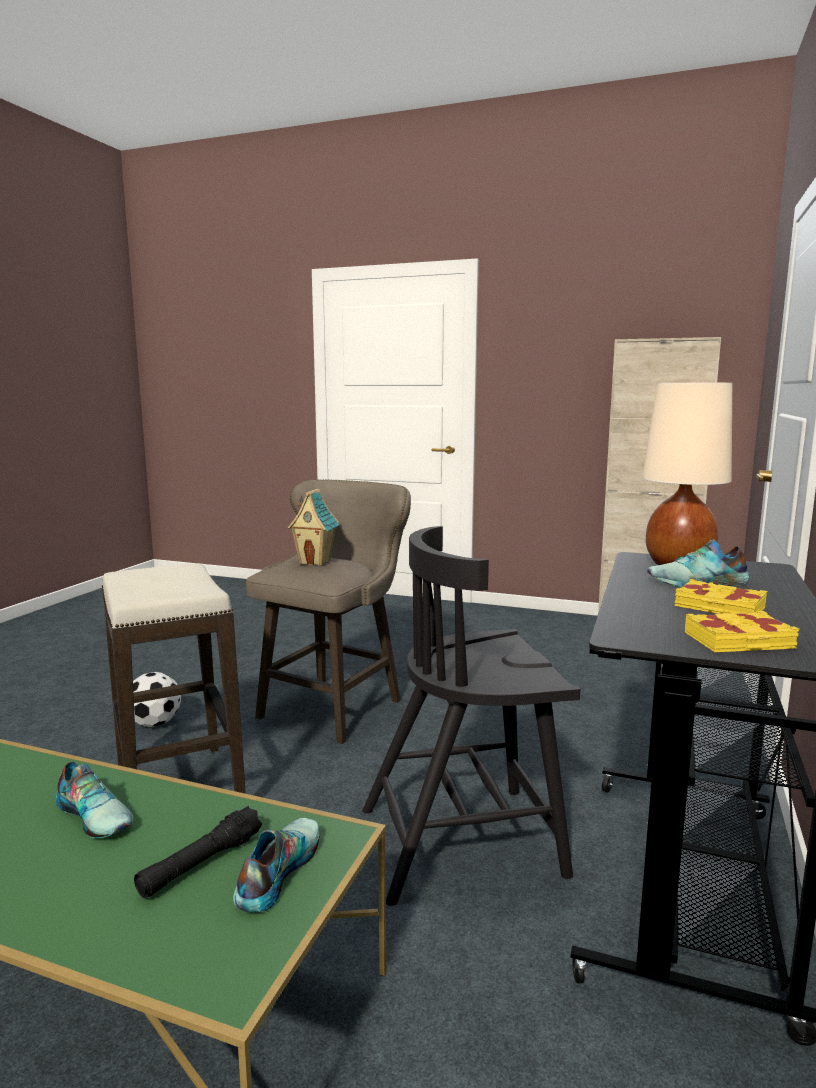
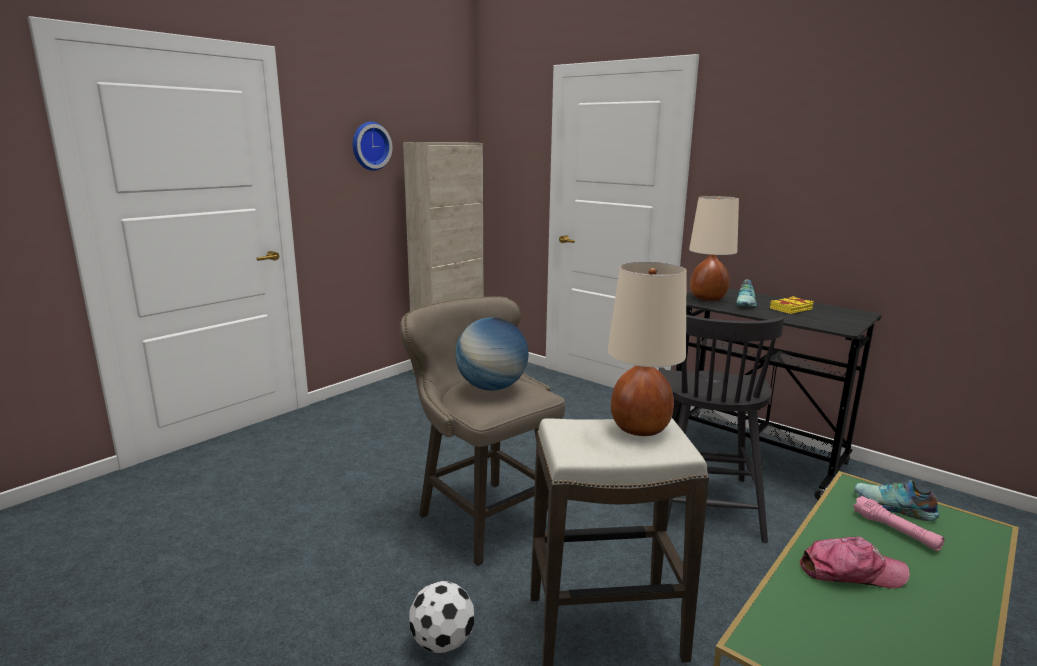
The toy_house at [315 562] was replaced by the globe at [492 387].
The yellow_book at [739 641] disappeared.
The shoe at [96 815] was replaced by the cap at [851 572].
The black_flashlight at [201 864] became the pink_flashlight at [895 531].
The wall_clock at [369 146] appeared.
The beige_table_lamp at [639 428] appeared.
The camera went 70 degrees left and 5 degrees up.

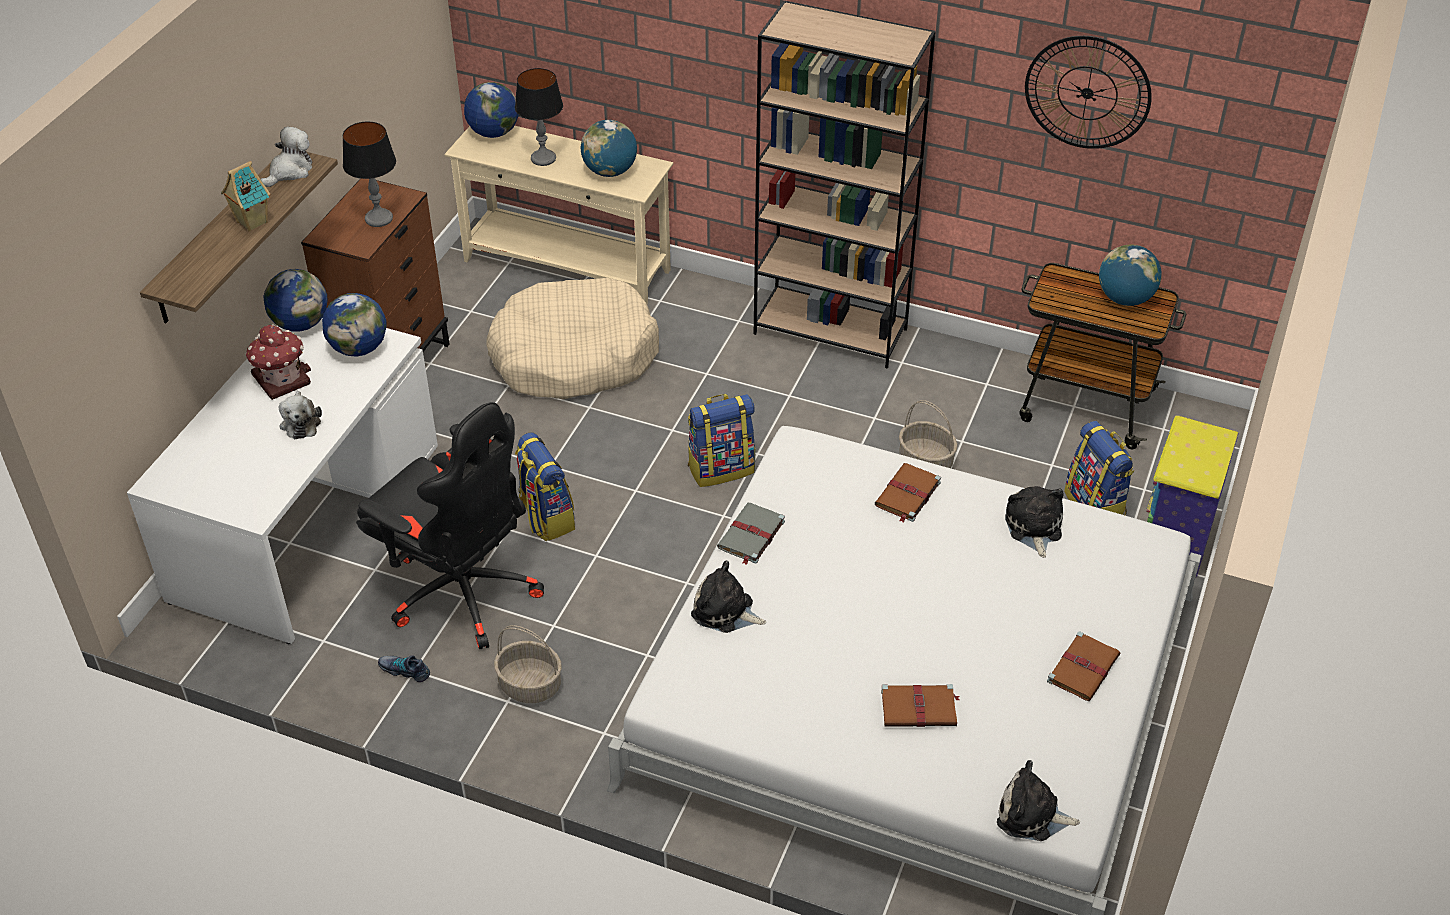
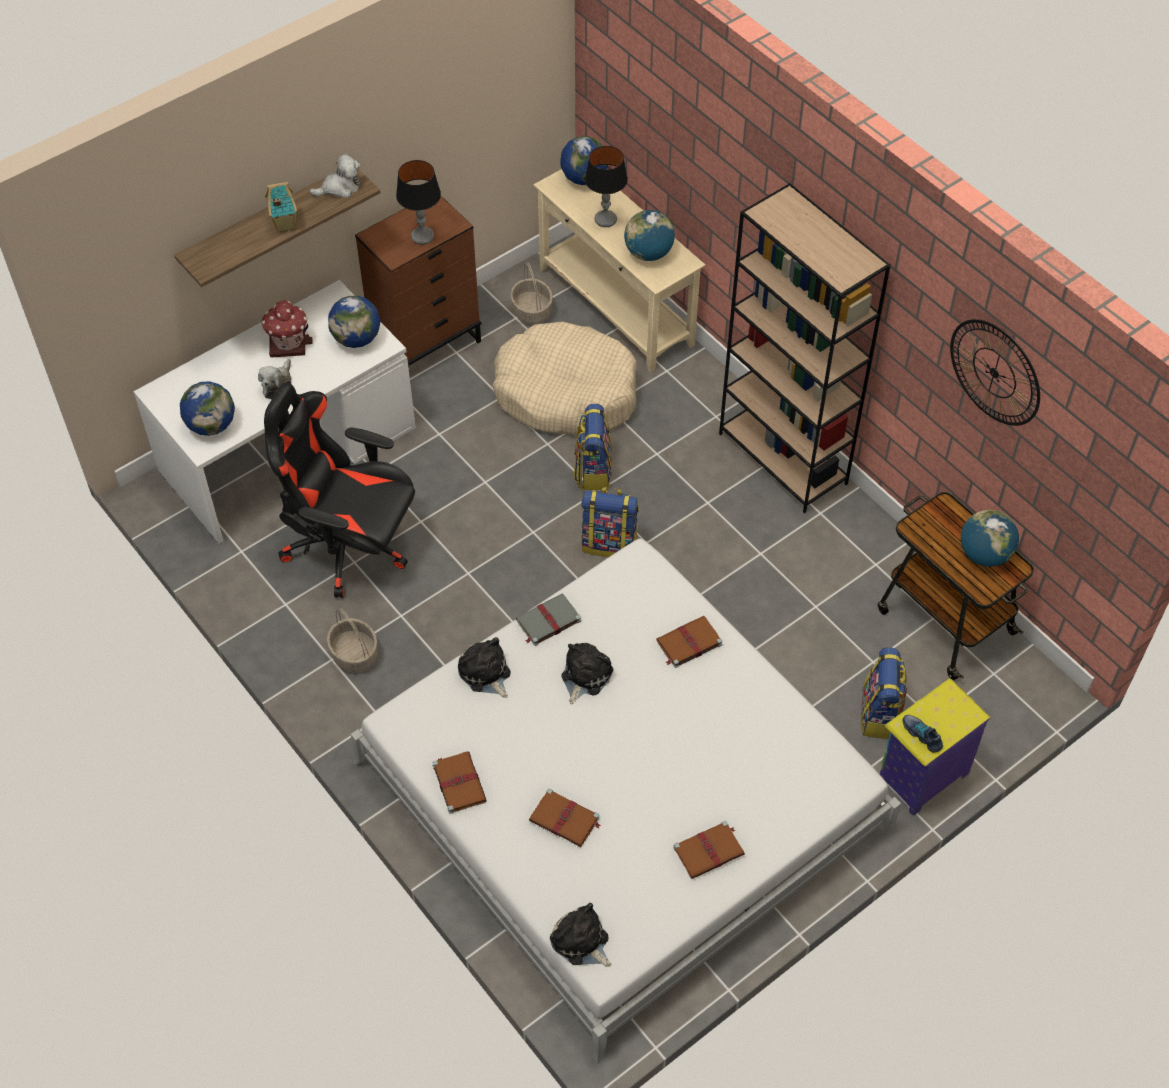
The globe moved from [300 324] to [211 425].
The basket moved from [926 461] to [532 312].
The black_office_chair at [454 586] turned 135 degrees clockwise.
The backpack moved from [545 517] to [592 470].
The plush_toy moved from [1033 528] to [584 676].
The shoe moved from [405 670] to [922 735].
The brown_book at [458 782] appeared.
The camera went 30 degrees right and 10 degrees up.

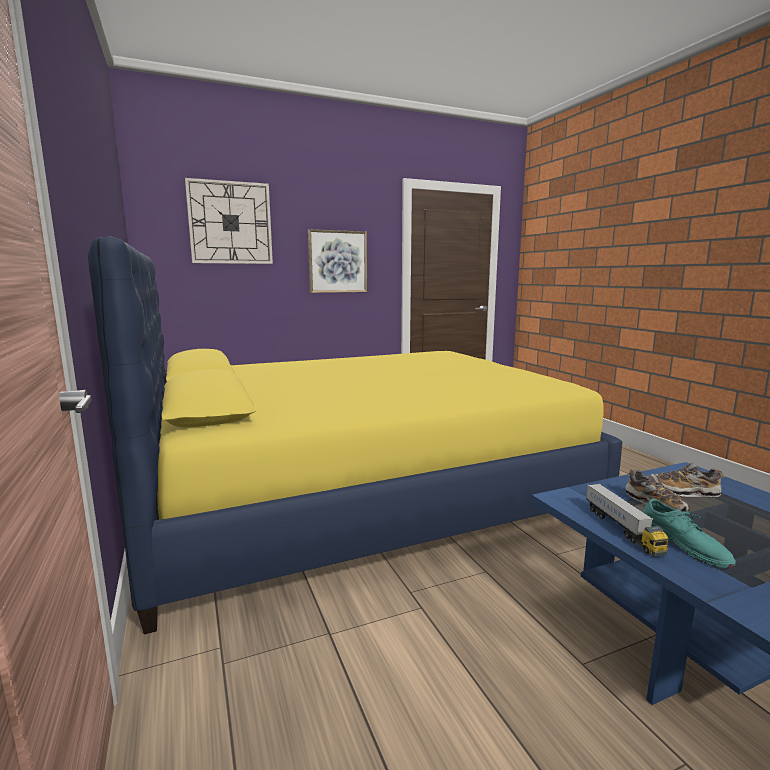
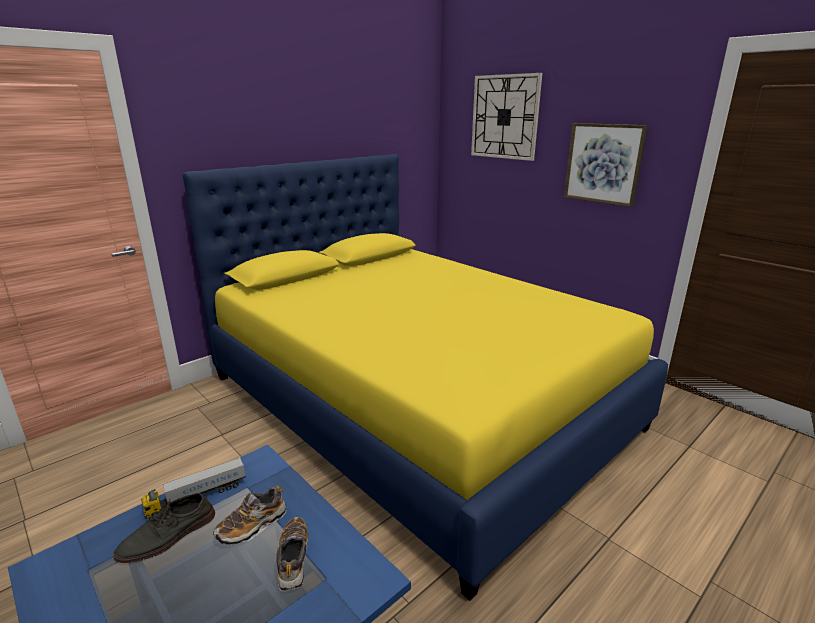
The turquoise_shoe at [684 543] became the grey_shoe at [168 536].
The camera went 70 degrees right and 10 degrees up.

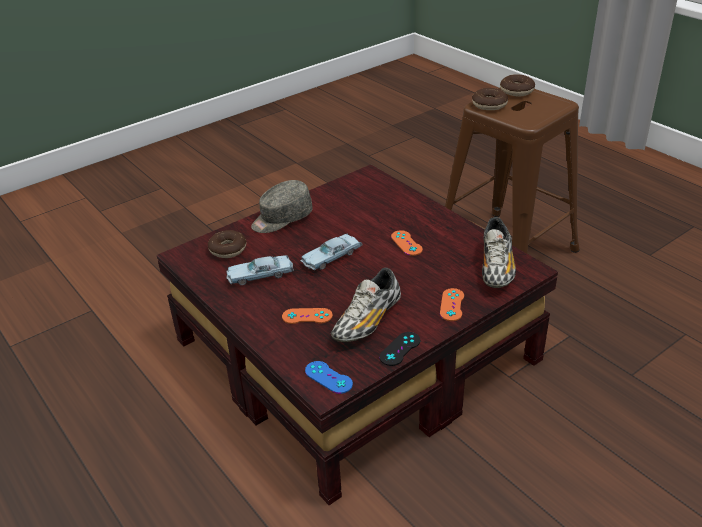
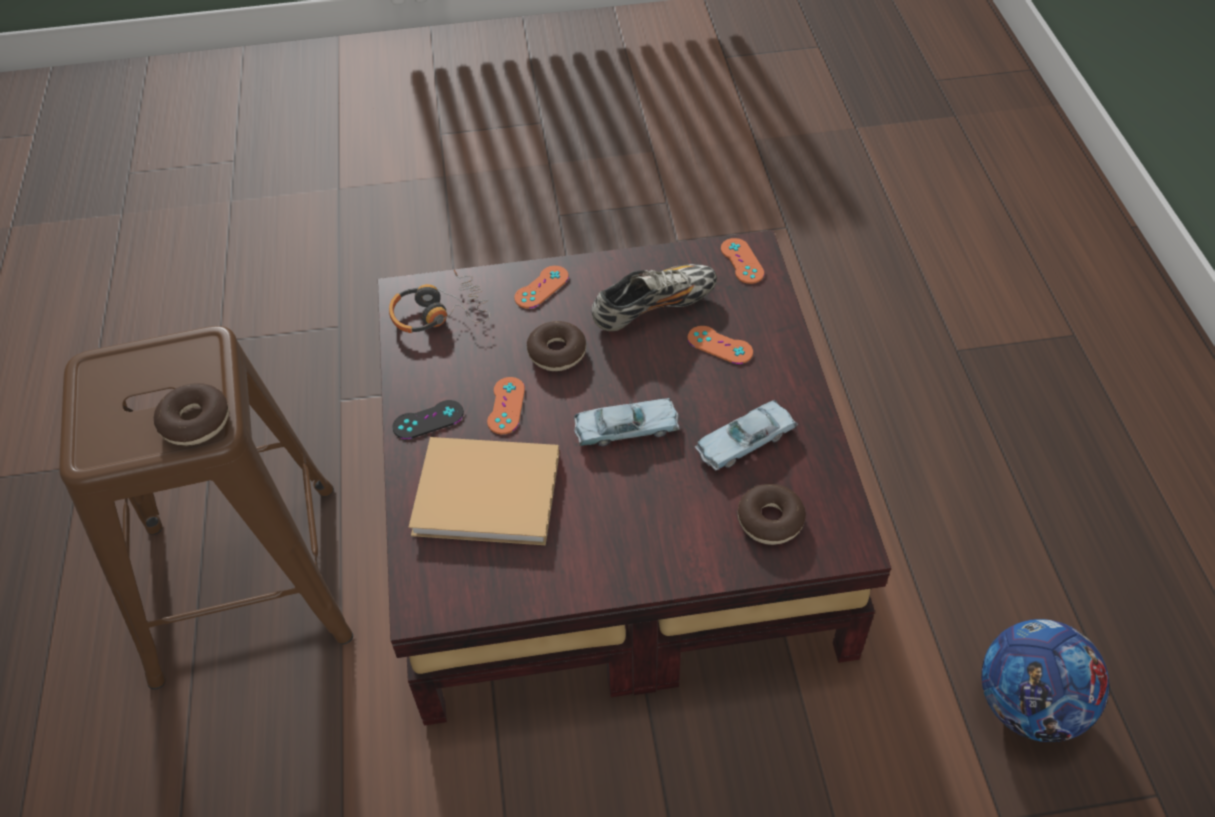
The donut moved from [516 91] to [557 352].
The grey_cap at [281 219] disappeared.
The shoe at [496 268] was replaced by the headphones at [439 313].
The blue_toy_car at [260 275] turned 135 degrees clockwise.
The black_game_controller moved from [400 349] to [428 420].
The blue_game_controller at [328 377] became the orange_game_controller at [742 261].
The beige_book at [491 494] appeared.
The football at [1028 705] appeared.
The camera went 150 degrees left and 15 degrees up.

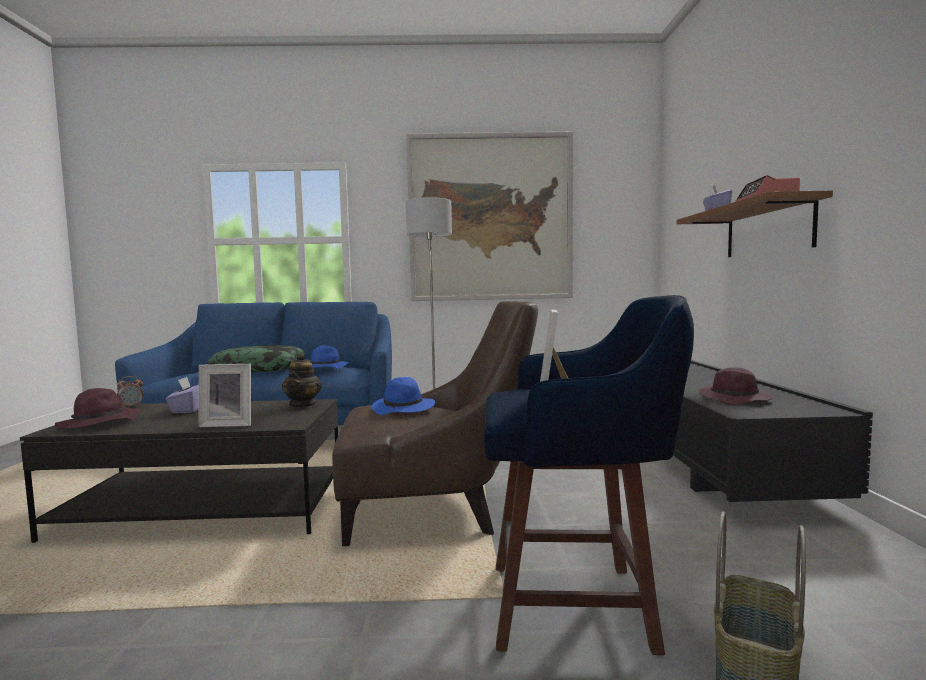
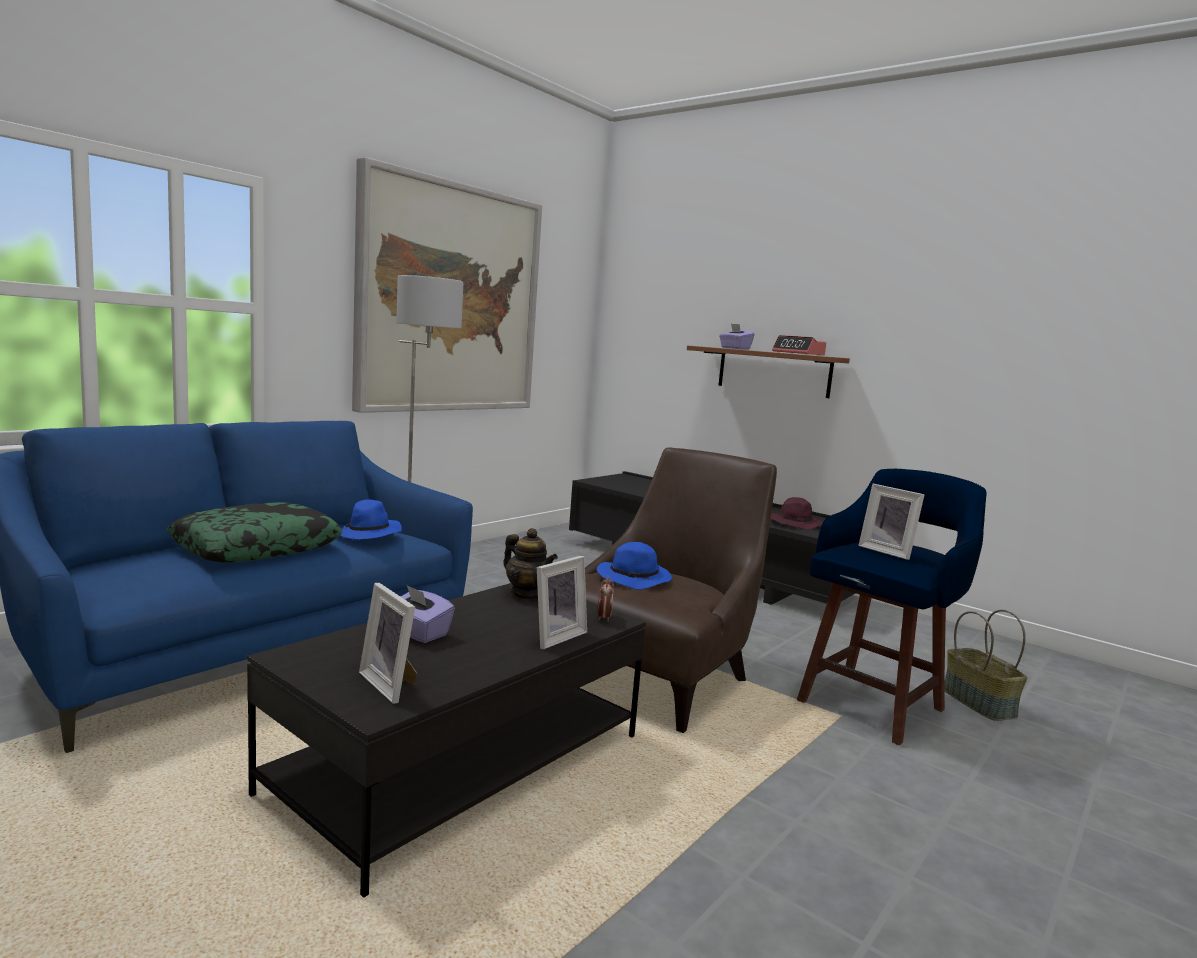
The alarm_clock moved from [131 406] to [604 618].
The purple_hat at [99 423] was replaced by the picture_frame at [392 684].
The camera went 50 degrees left and 5 degrees up.

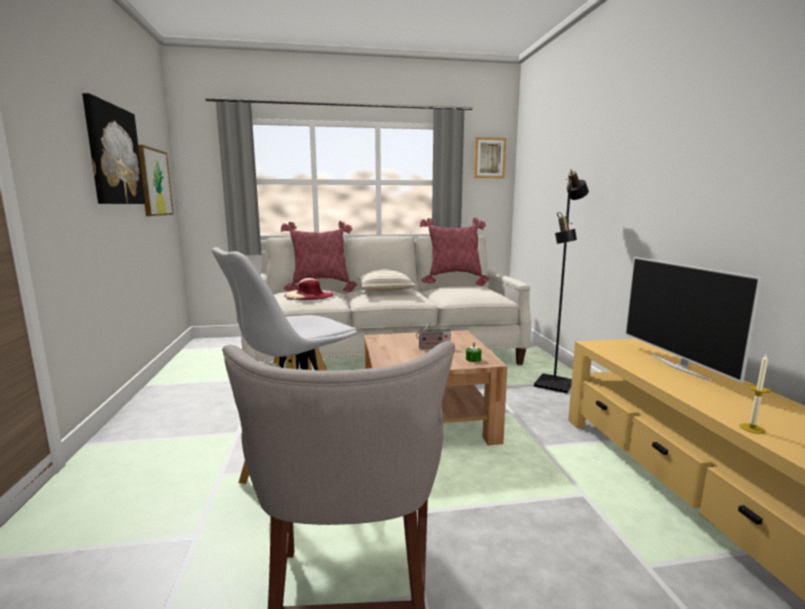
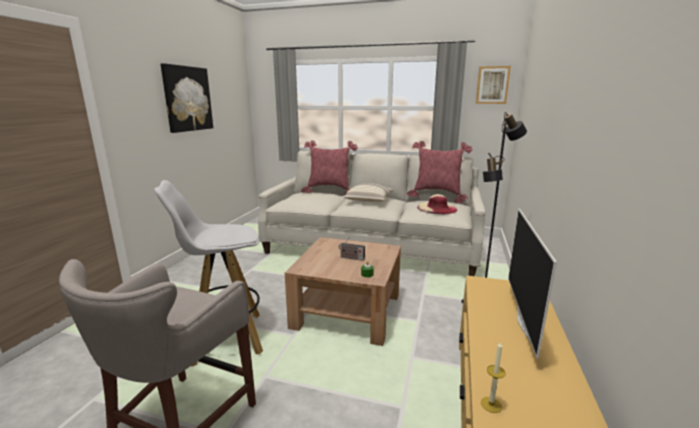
The picture at [154 182] disappeared.
The beige_hat moved from [309 295] to [437 208].
The camera went 25 degrees right and 5 degrees up.

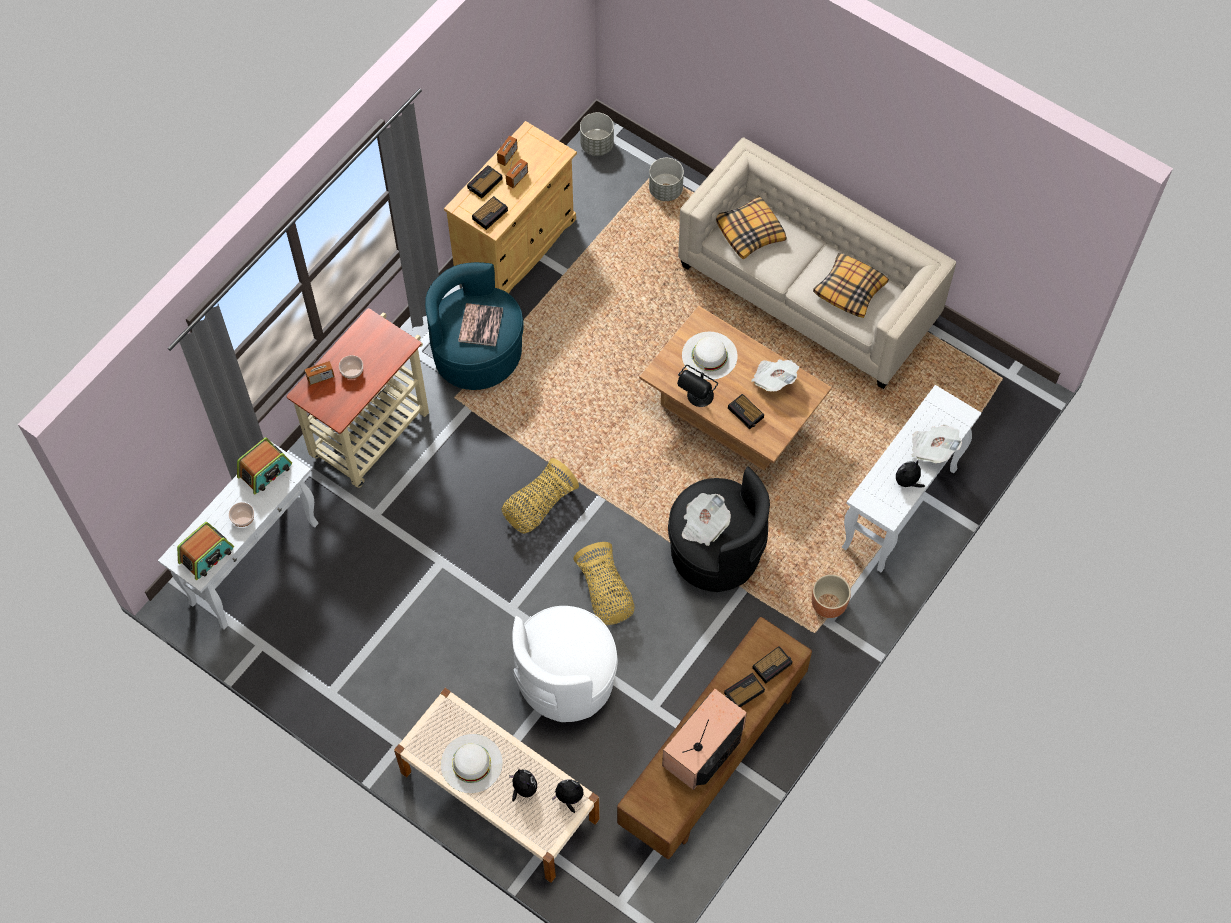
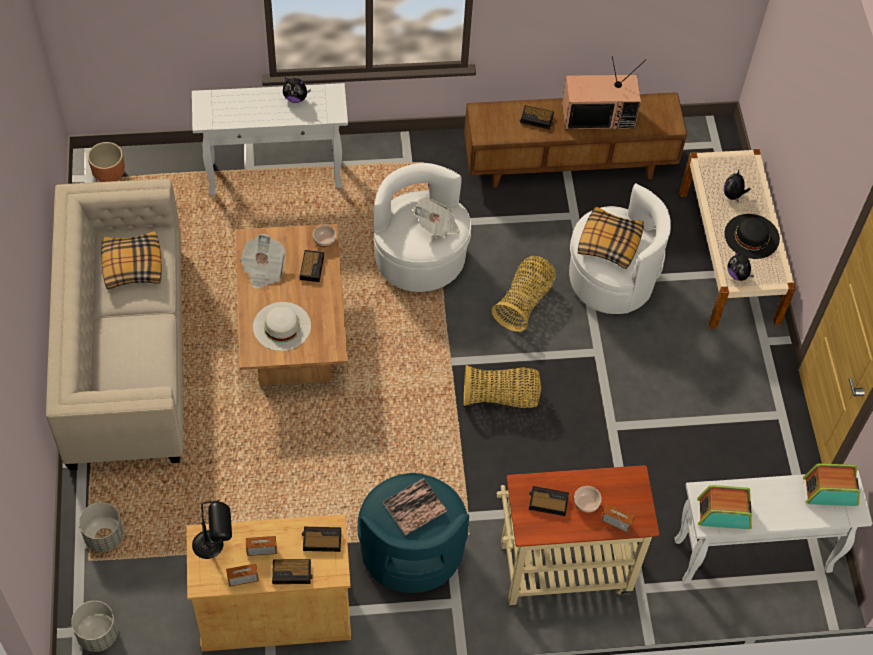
The pillow moved from [750 232] to [609 242].
The black_table_lamp moved from [698 400] to [214 543].
The newspaper at [932 449] disappeared.
The black_armchair at [715 551] became the white_armchair at [421 259].
The bowl moved from [243 519] to [325 240].
The brown_planter moved from [829 605] to [109 173].
The alarm_clock moved from [772 665] to [547 502].
The white_hat at [471 763] became the black_hat at [751 236].
The plush_toy moved from [569 798] to [738 274].
The camera went 135 degrees left and 5 degrees down.

